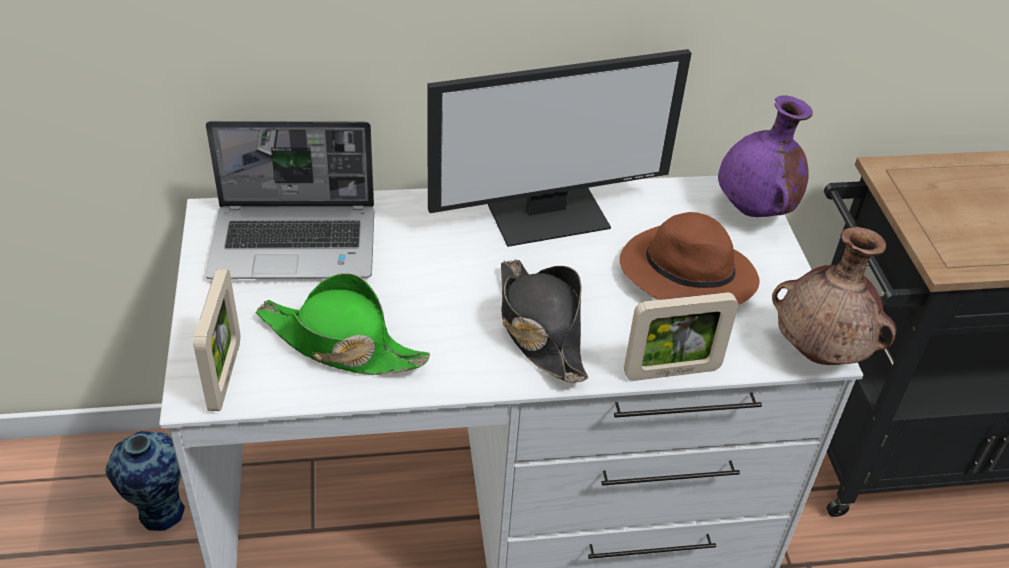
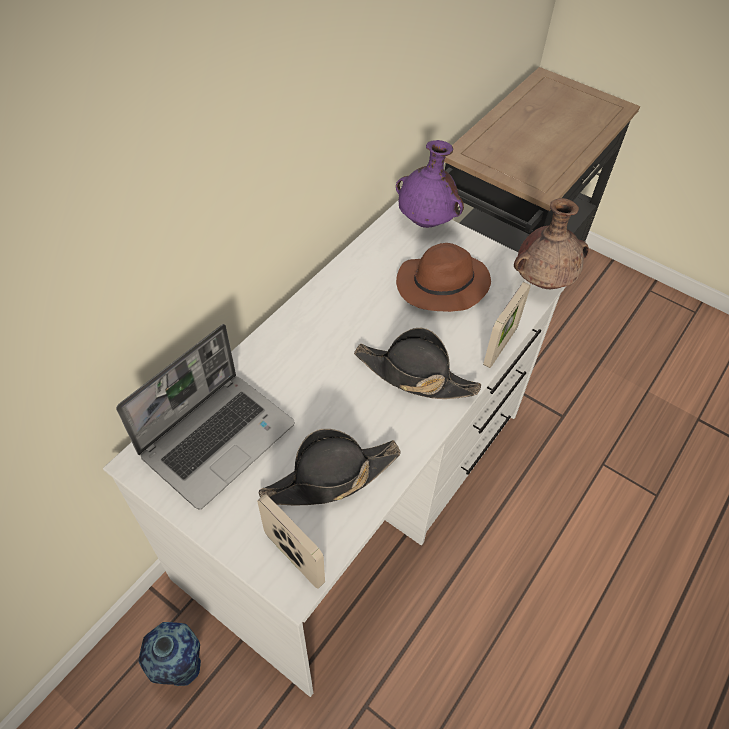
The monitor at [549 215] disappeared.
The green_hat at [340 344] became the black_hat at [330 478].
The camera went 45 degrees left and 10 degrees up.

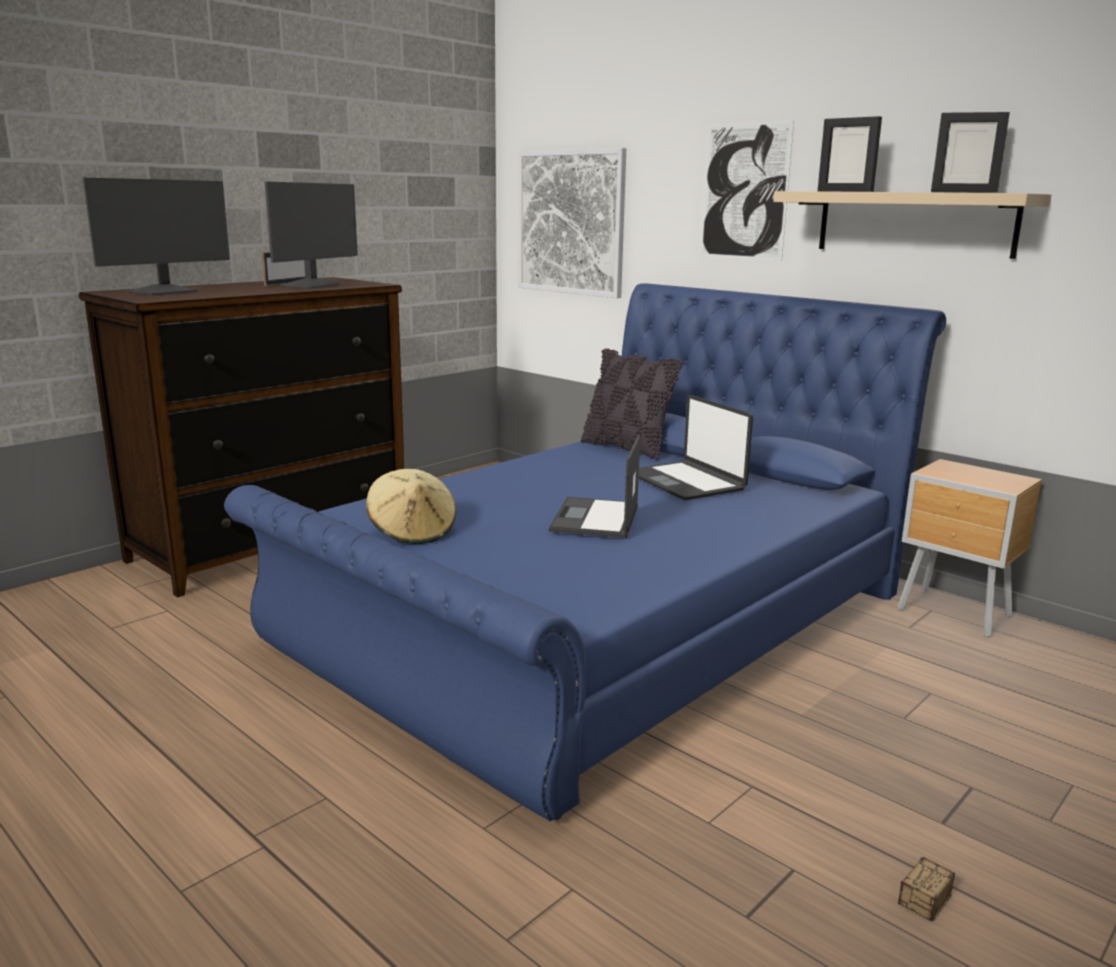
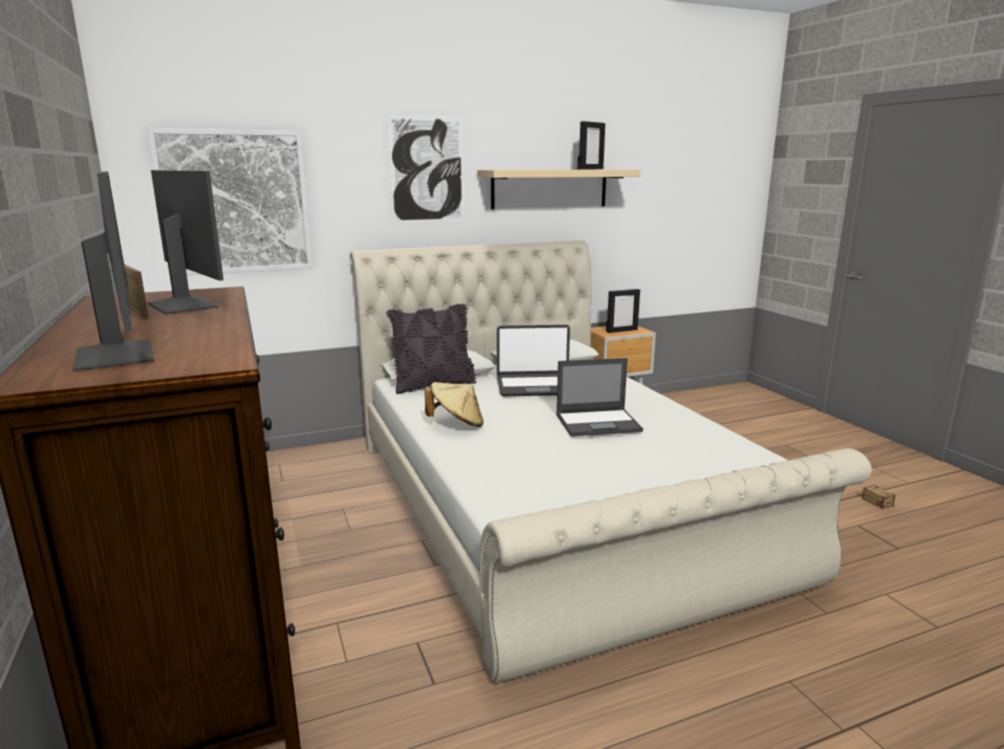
The picture_frame moved from [845 191] to [621 330].
The blue_bed at [603 615] became the beige_bed at [551 502].
The laptop at [595 519] turned 45 degrees counterclockwise.
The beige_hat moved from [412 532] to [457 424].
The camera went 65 degrees left and 0 degrees up.

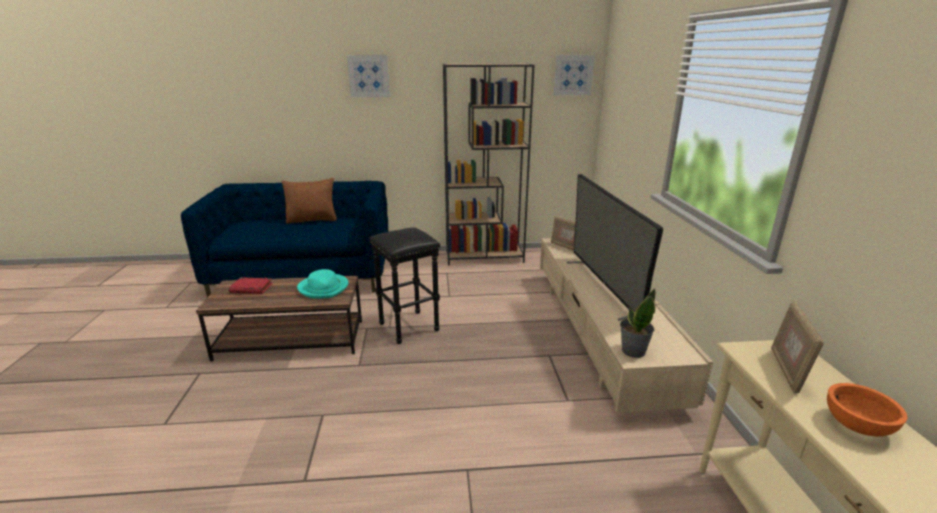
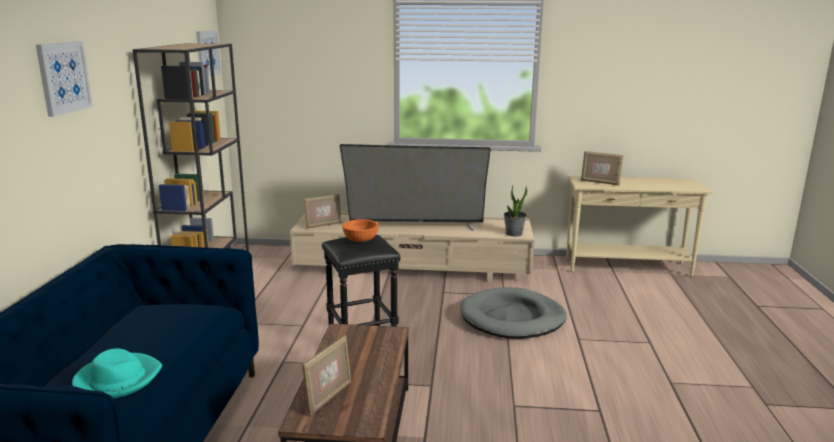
The brown_pillow at [312 220] disappeared.
The turquoise_hat moved from [324 288] to [117 379].
The red_book at [252 288] was replaced by the picture_frame at [328 397].
The orange_bowl moved from [857 425] to [360 240].
The grey_dog_bed at [512 318] appeared.
The camera went 80 degrees left and 5 degrees down.

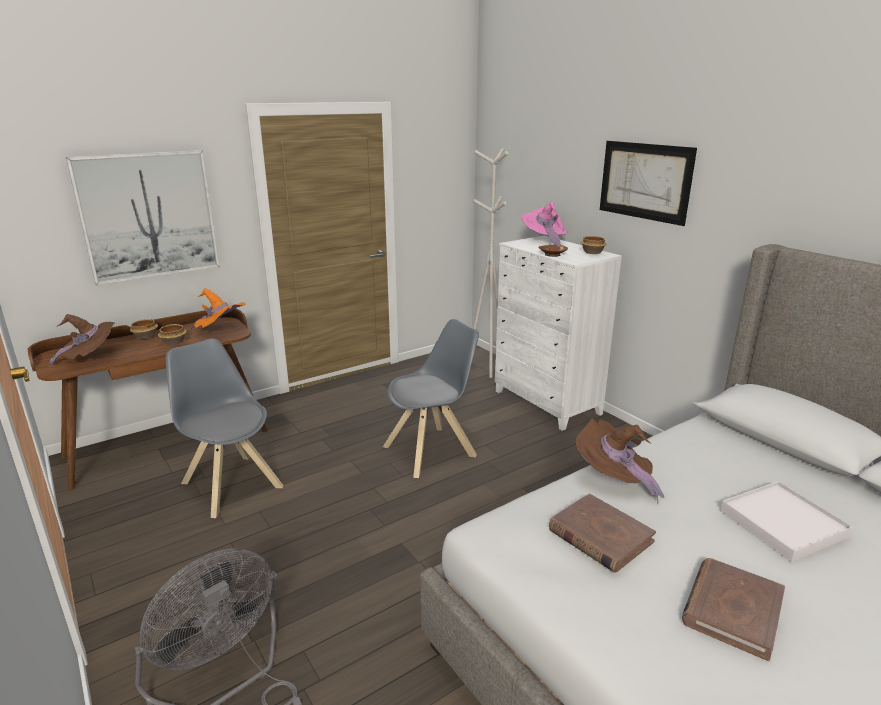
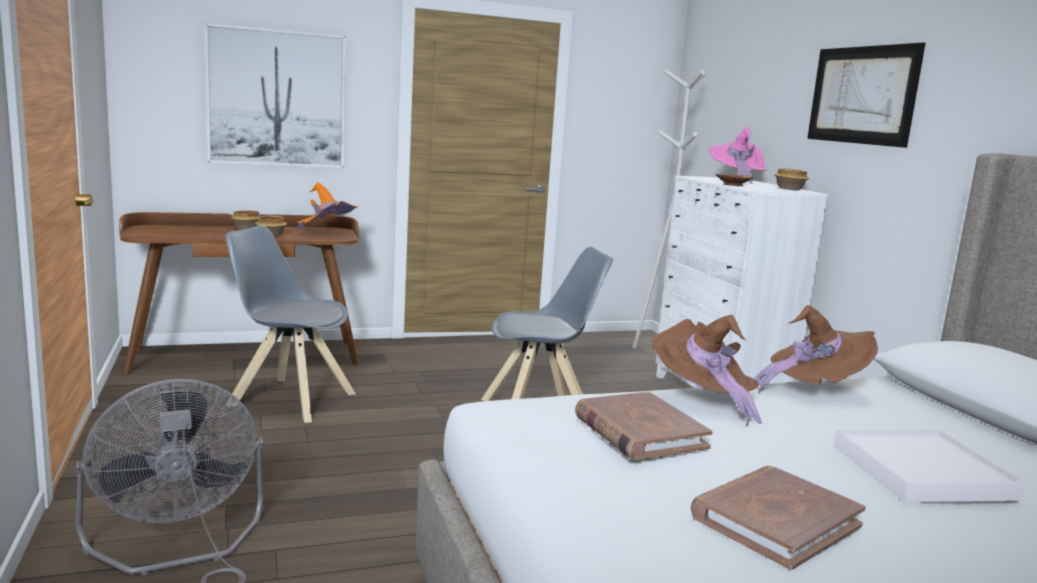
The brown_hat moved from [91 358] to [812 389].
The grey_chair at [231 483] turned 45 degrees counterclockwise.
The camera went 15 degrees right and 10 degrees down.

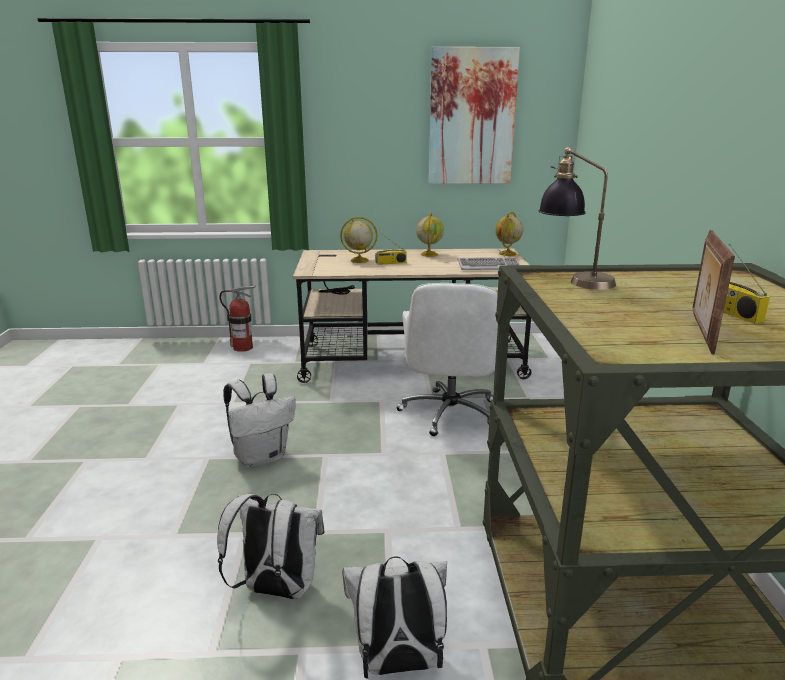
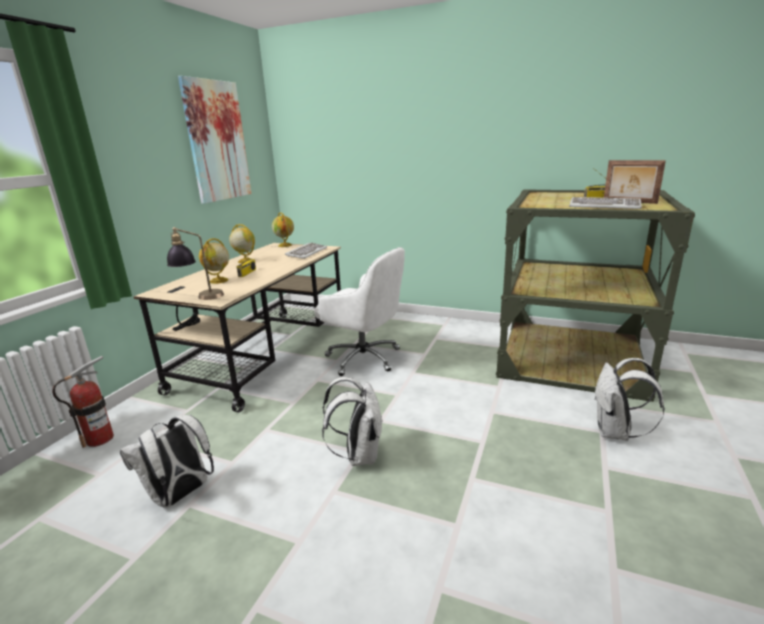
The table_lamp moved from [573 280] to [200 298].
The white_backpack moved from [276 590] to [180 495].
The keyboard at [604 206] appeared.
The camera went 65 degrees left and 0 degrees up.

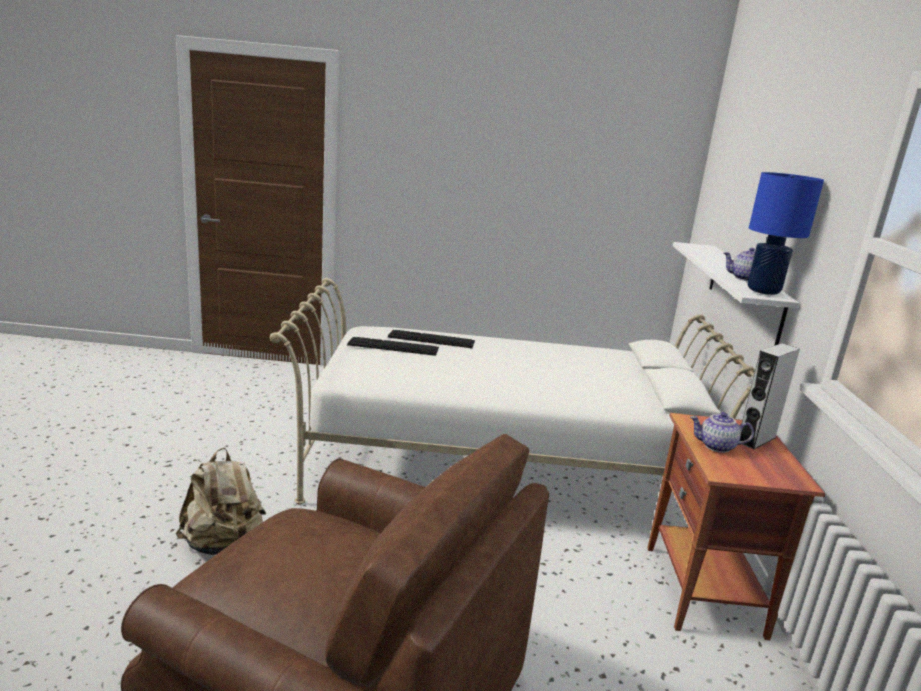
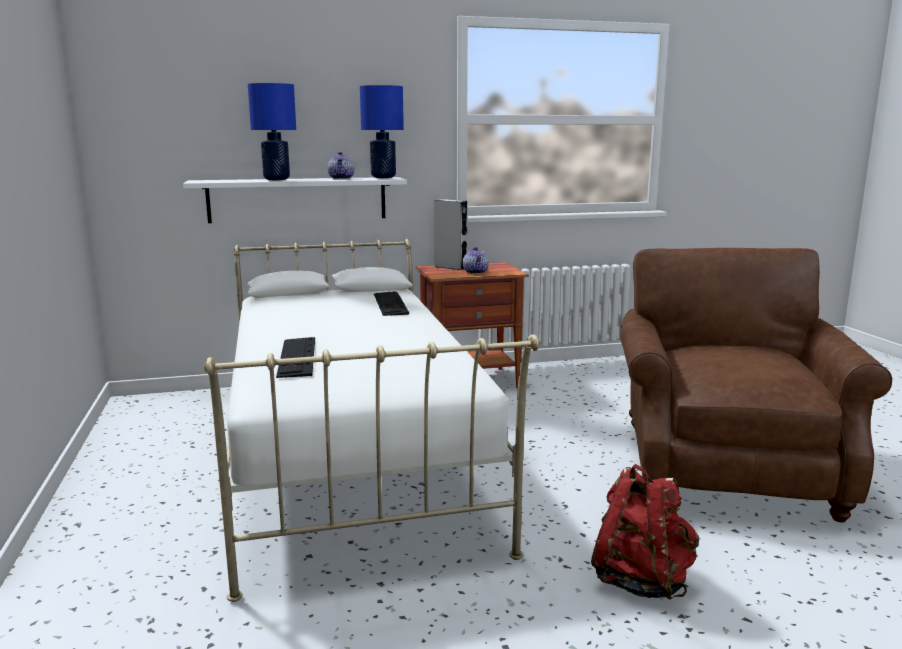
The keyboard moved from [393 346] to [390 303].
The beige_backpack at [224 545] became the red_backpack at [641 580].
The blue_table_lamp at [277 180] appeared.
The camera went 105 degrees left and 5 degrees down.

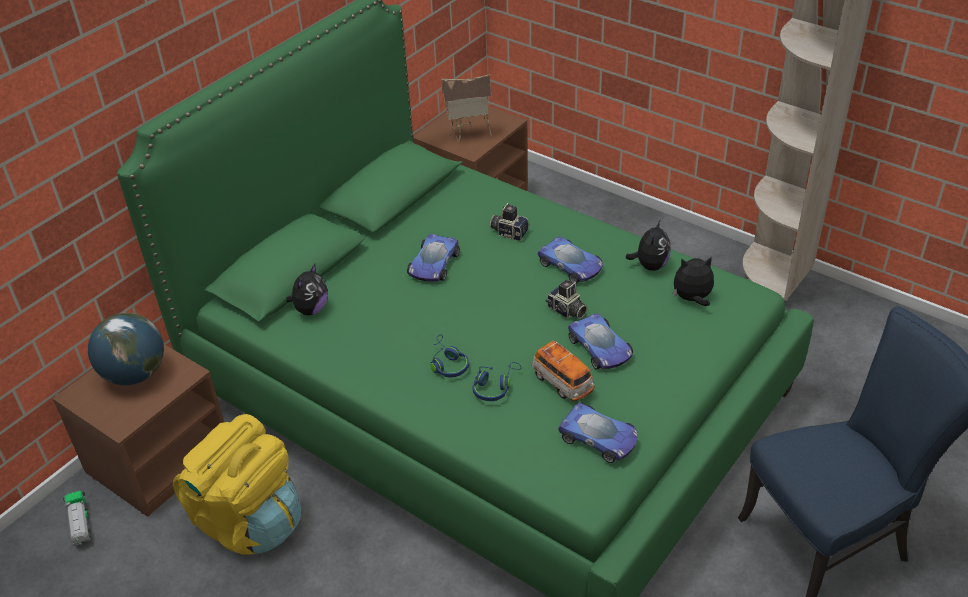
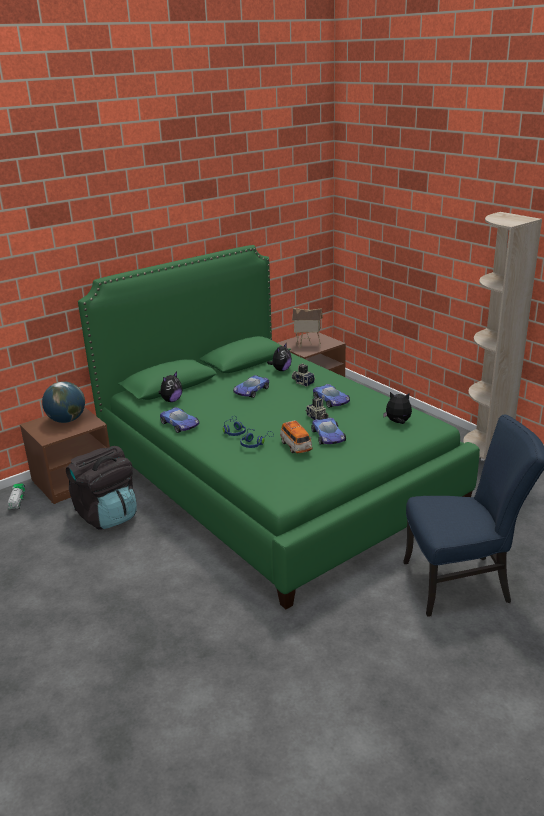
The plush_toy moved from [650 265] to [281 370].
The toy_car moved from [599 438] to [180 424].
The yellow_backpack at [249 521] became the black_backpack at [107 515].
The camera went 15 degrees right and 15 degrees down.

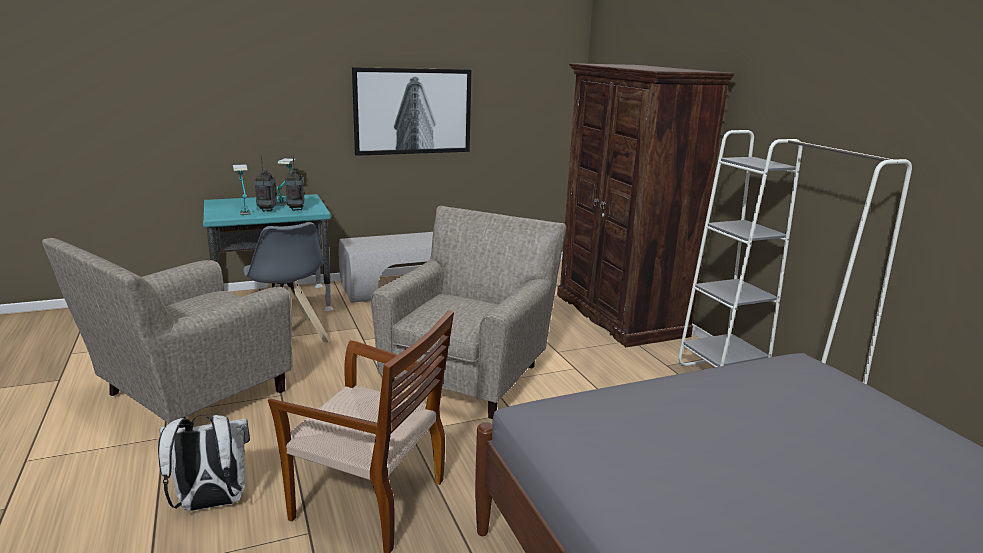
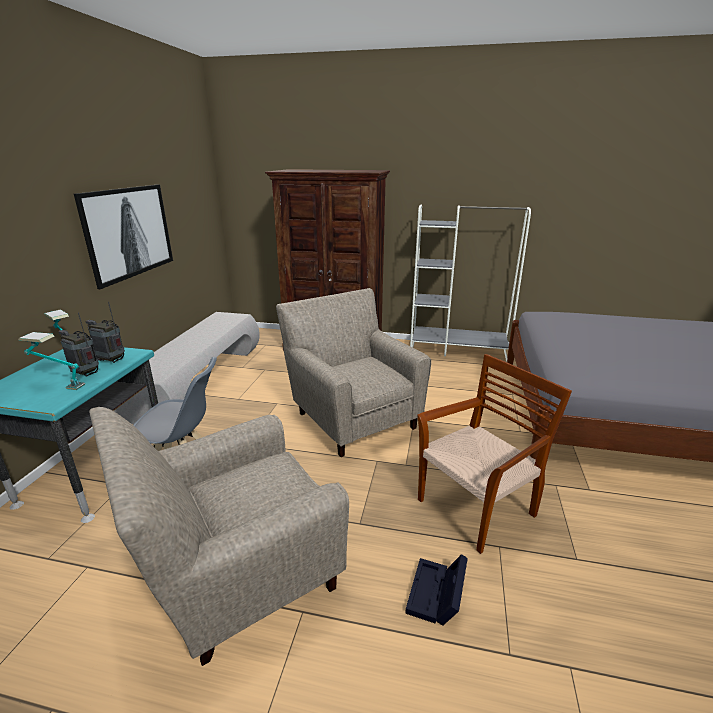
The beige_armchair at [191 396] turned 75 degrees clockwise.
The white_backpack at [210 504] was replaced by the black_storage_box at [436 596].
The camera went 55 degrees left and 5 degrees up.

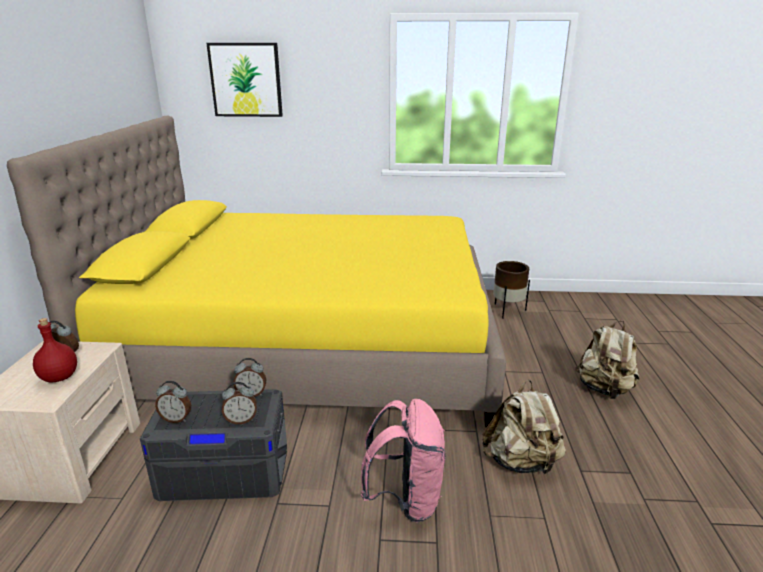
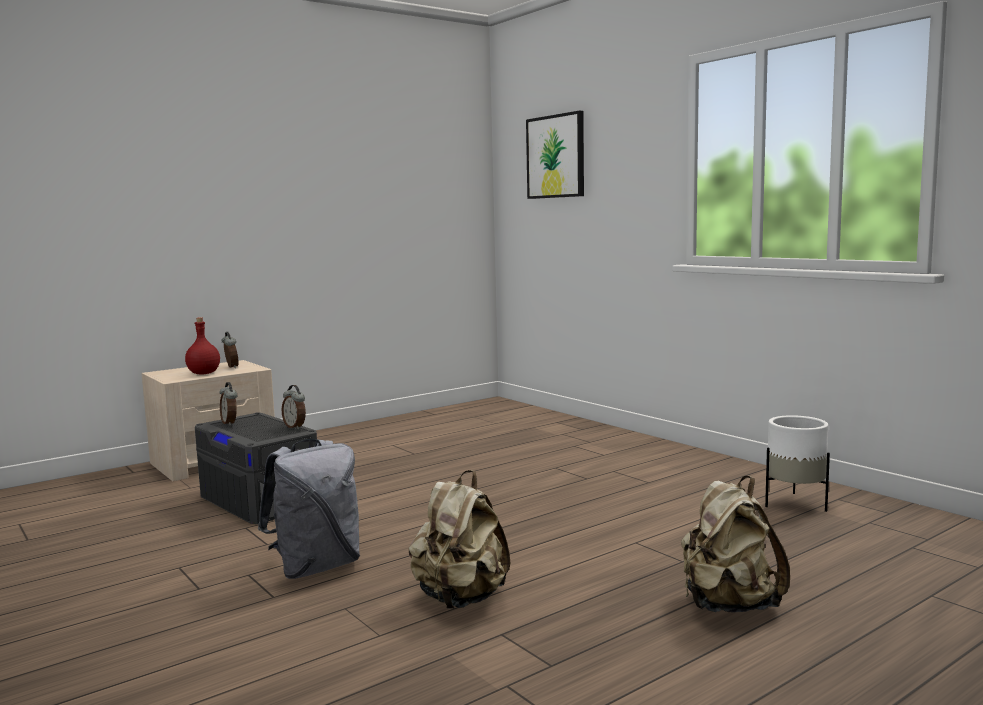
The yellow_bed at [307 344] disappeared.
The brown_planter at [508 311] became the white_planter at [795 504].
The alarm_clock at [241 420] disappeared.
The pink_backpack at [406 499] became the grey_backpack at [316 567].
The camera went 50 degrees right and 15 degrees down.

